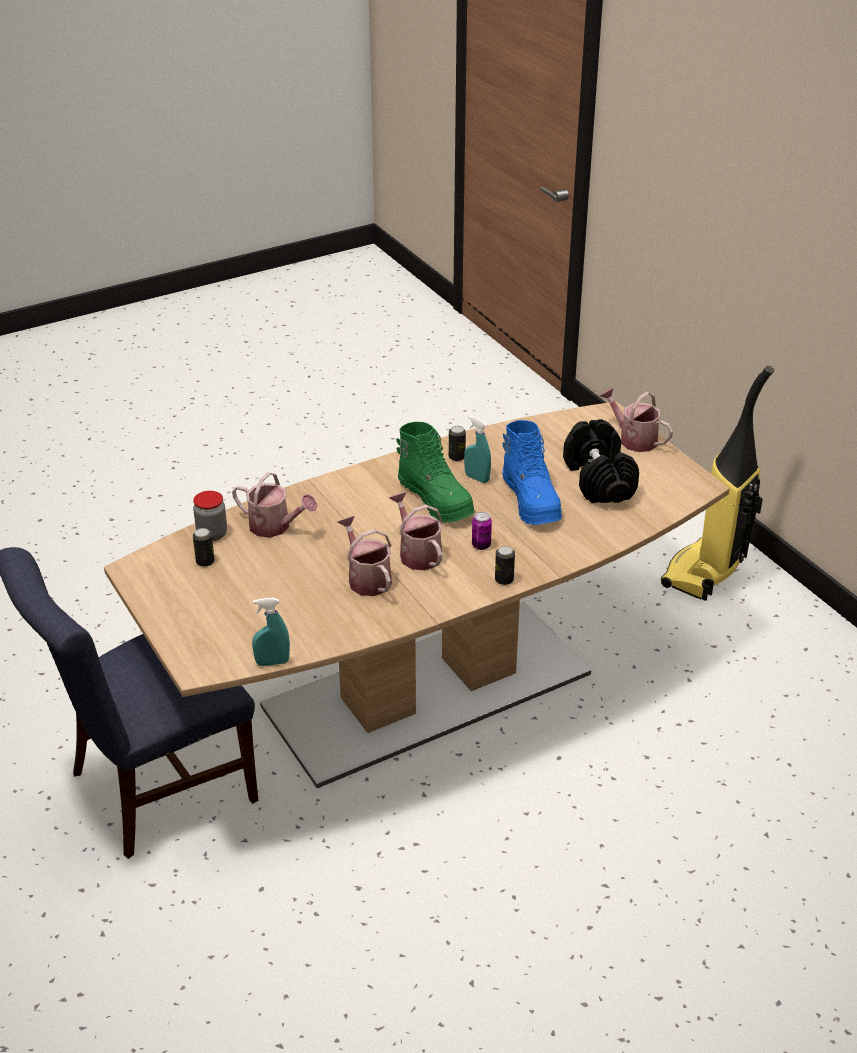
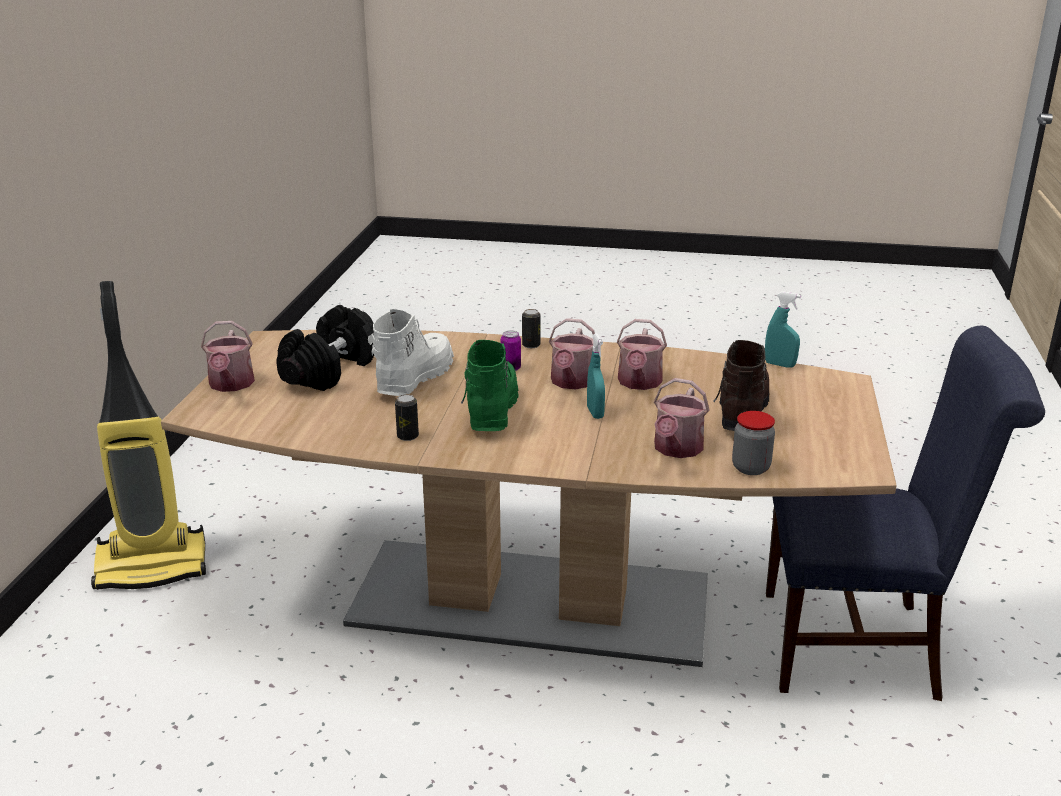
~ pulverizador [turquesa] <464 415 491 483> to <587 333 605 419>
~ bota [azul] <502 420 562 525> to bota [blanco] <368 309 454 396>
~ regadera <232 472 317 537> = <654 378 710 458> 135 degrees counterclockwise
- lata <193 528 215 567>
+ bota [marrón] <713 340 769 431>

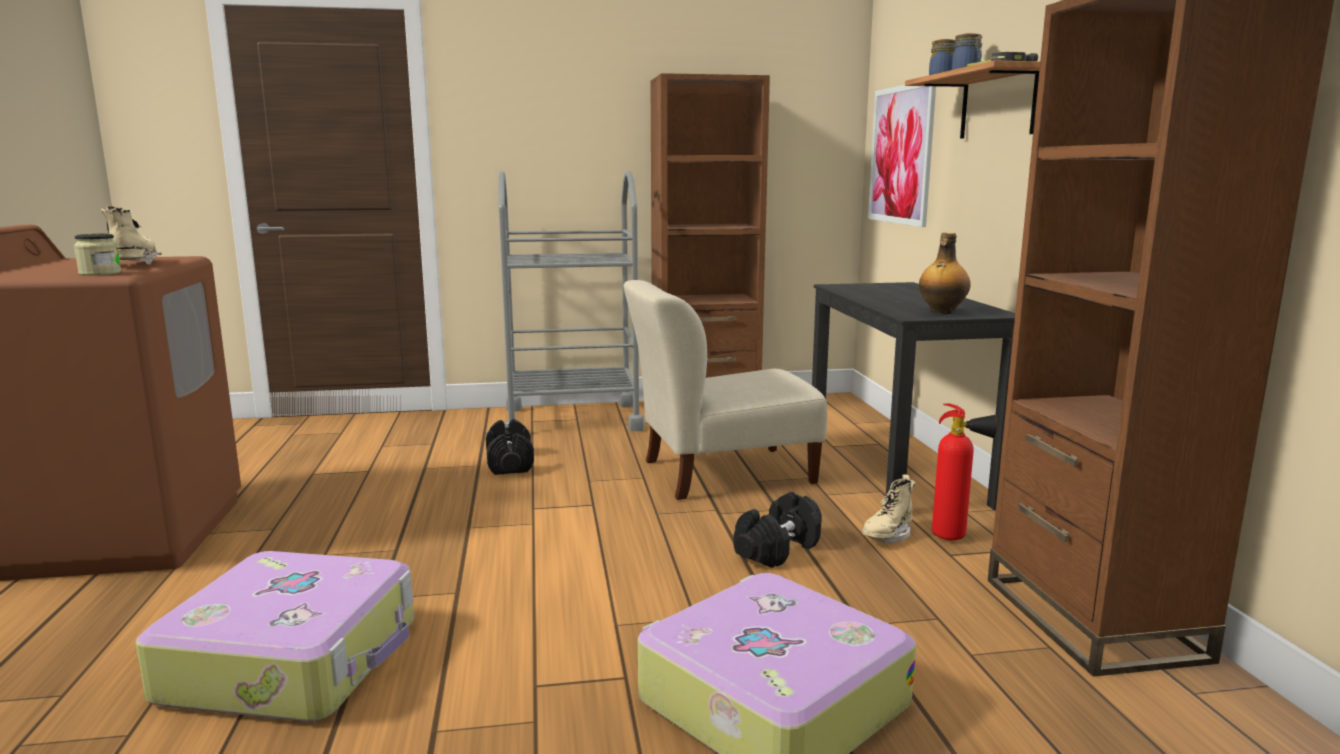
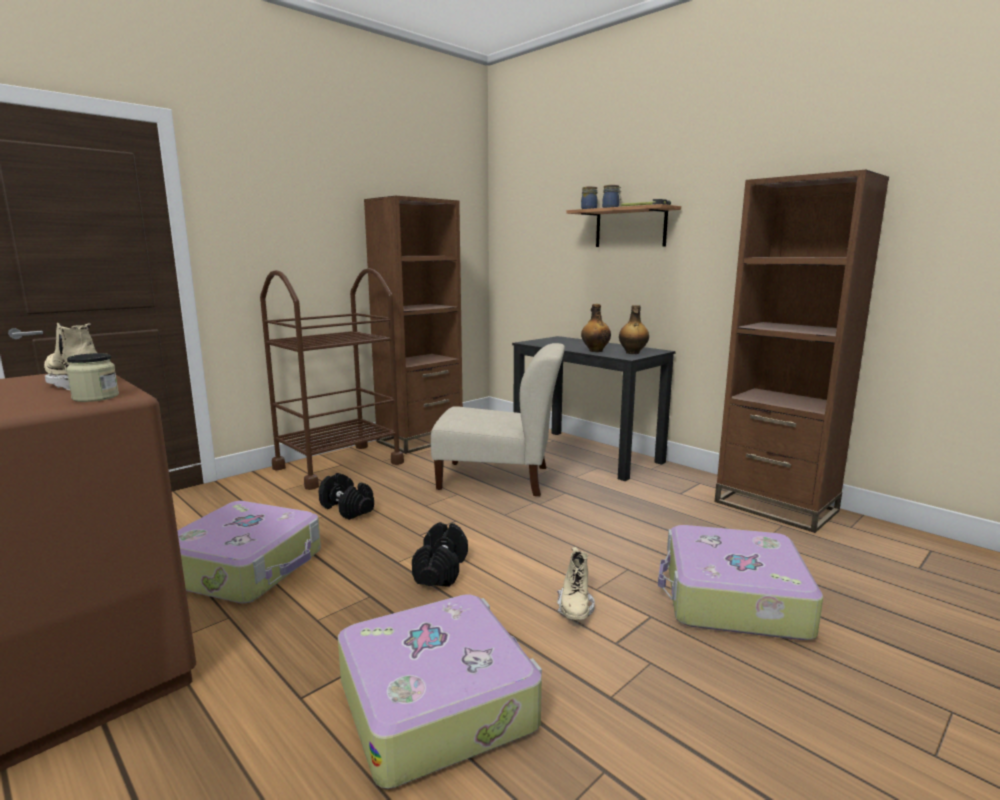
- cuadro <868 85 936 227>
~ carrito [gris] <498 171 645 431> to carrito [marrón] <260 268 404 490>
~ silla [beis] <624 280 827 500> = <431 343 565 496> 120 degrees counterclockwise
- extintor <932 403 997 540>
~ bota [beis] <862 475 916 543> to <557 547 595 620>
~ mancuerna [negro] <733 492 822 568> to <412 522 468 587>
+ botella <581 304 611 352>
+ maleta <177 501 321 604>

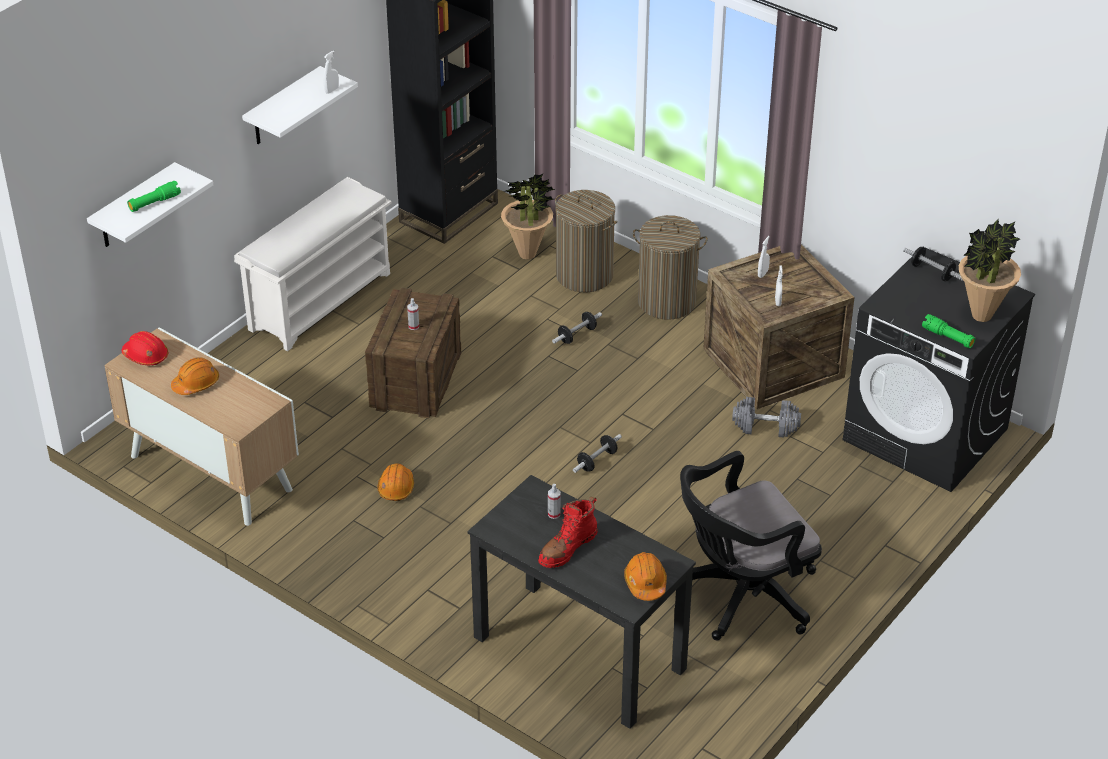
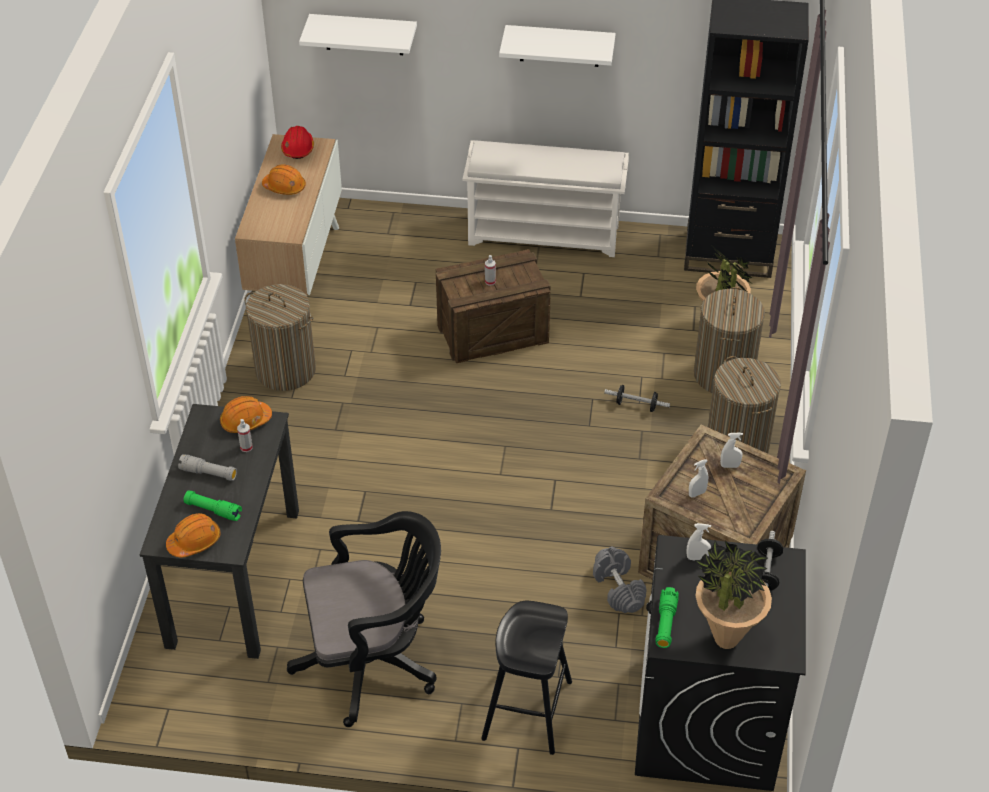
~ pulverizador [blanco] <323 50 339 94> to <686 523 711 560>
~ linterna [verde] <127 181 181 212> to <183 490 242 521>
- mancuerna <573 434 622 473>
~ silla de oficina [negro] <680 451 822 640> = <287 511 441 727> 135 degrees clockwise
~ casco [naranja] <377 463 414 501> to <220 396 272 433>
~ bota [rojo] <538 497 597 568> to linterna [gris] <178 454 237 481>
+ cesto de la ropa <244 284 316 391>
+ taburete [negro] <481 601 572 755>

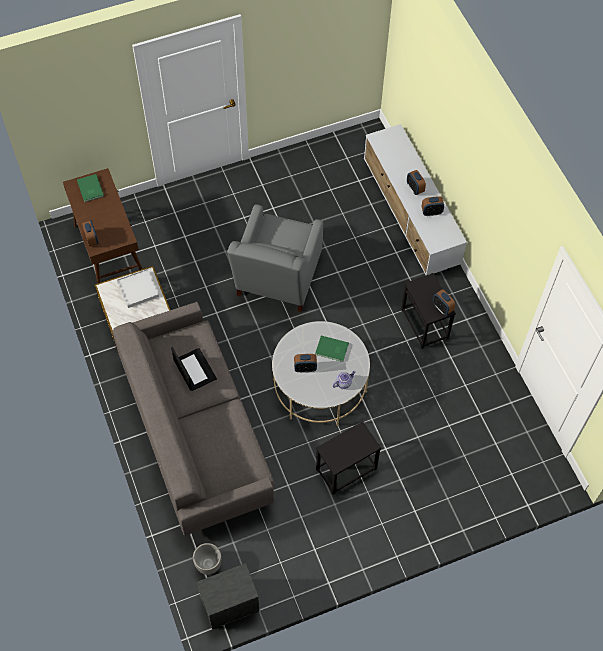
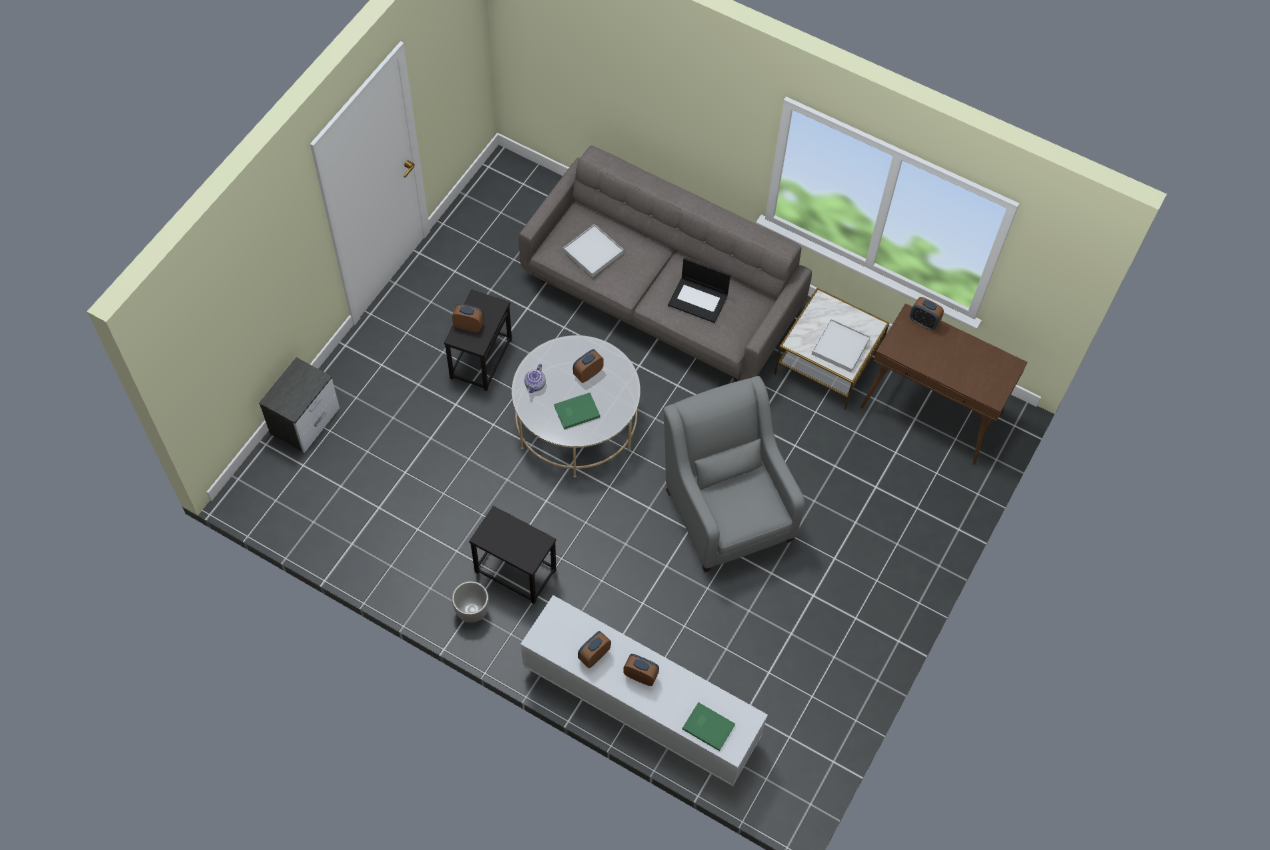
~ libro [verde] <77 174 104 202> to <682 702 735 751>
~ despertador <433 289 455 316> to <452 304 484 332>
~ maceta <193 543 221 575> to <452 581 489 623>
~ mesita de noche <197 563 260 630> to <259 357 340 453>
+ bandeja [blanco] <563 224 624 277>

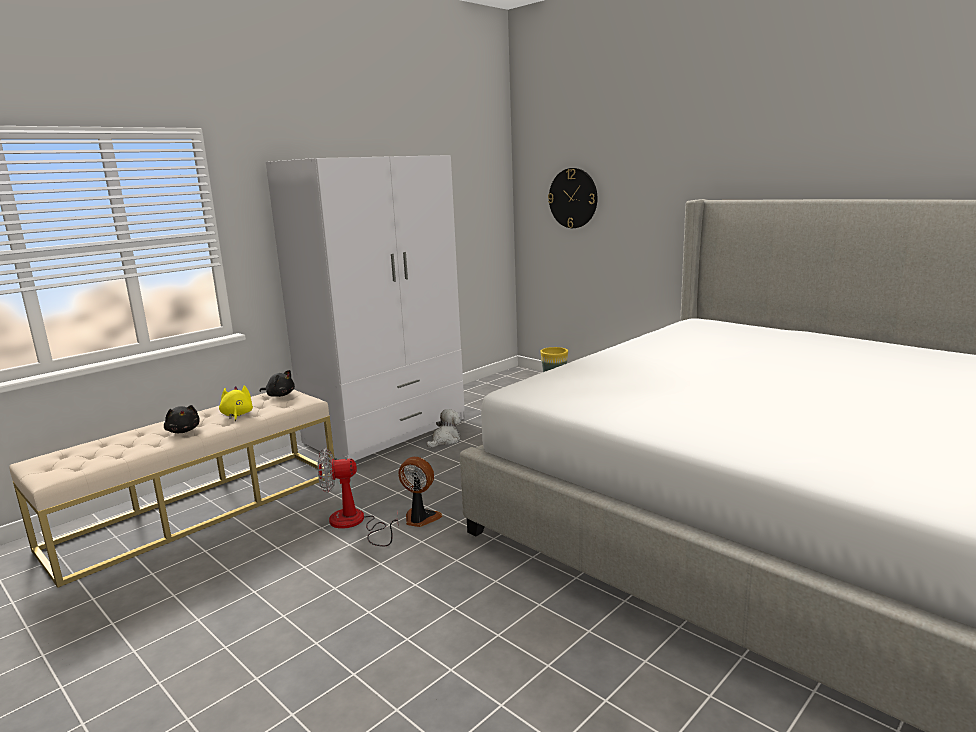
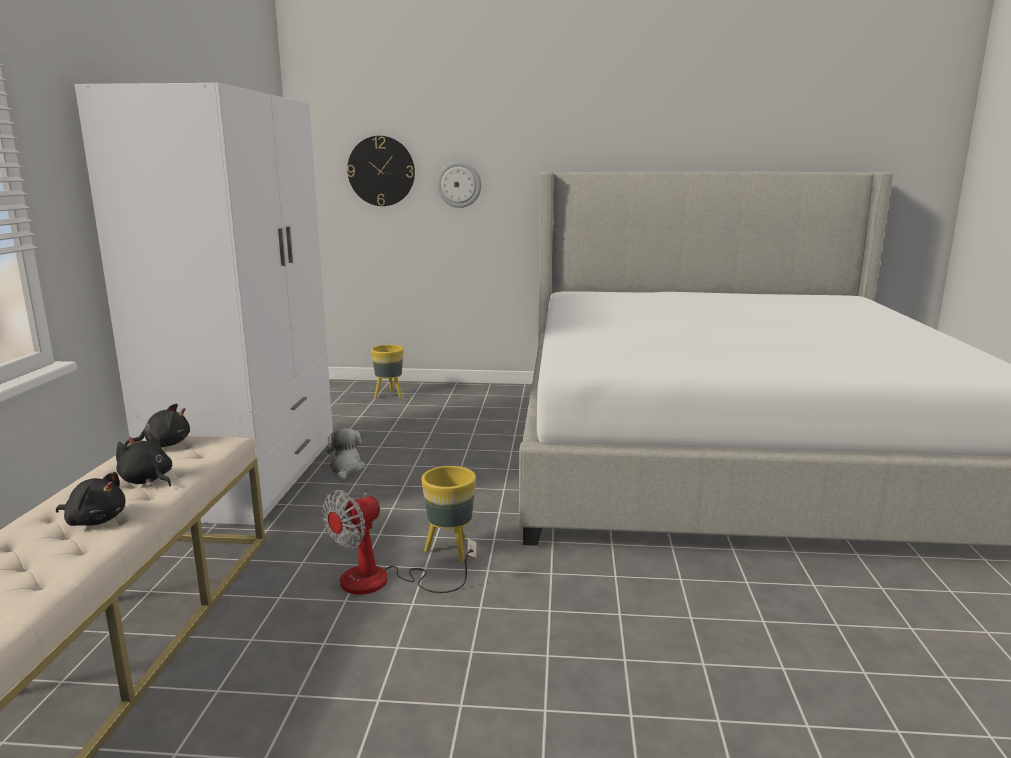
~ peluche [amarillo] <219 385 253 421> to peluche [negro] <116 433 172 486>
~ ventilador <398 457 442 527> to maceta [amarillo] <421 466 476 562>
+ reloj de pared <437 161 481 208>

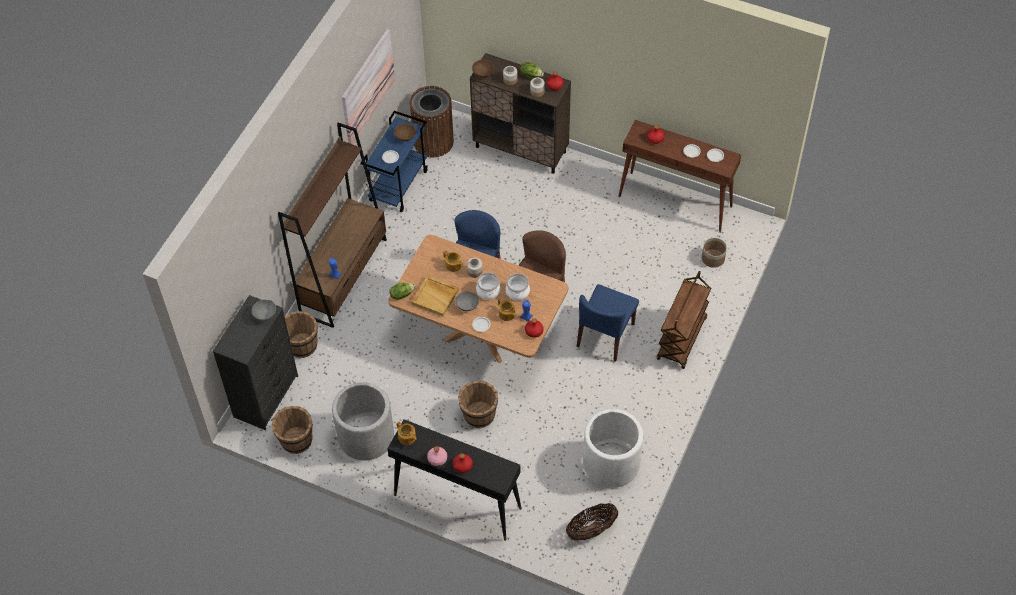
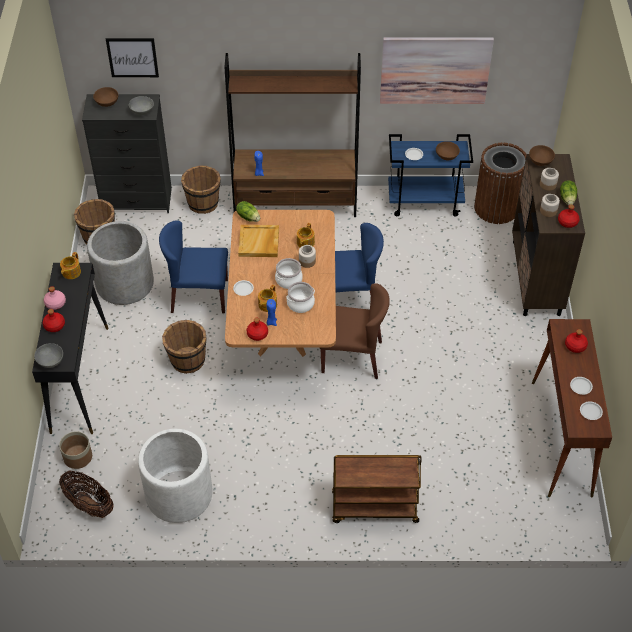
~ maceta <702 238 727 268> to <59 431 92 469>
~ silla [azul] <577 284 639 362> to <159 220 228 313>
~ cuenco [gris] <455 291 479 311> to <34 343 63 368>
+ cuadro <106 38 159 77>
+ cuenco [marrón] <93 87 118 107>

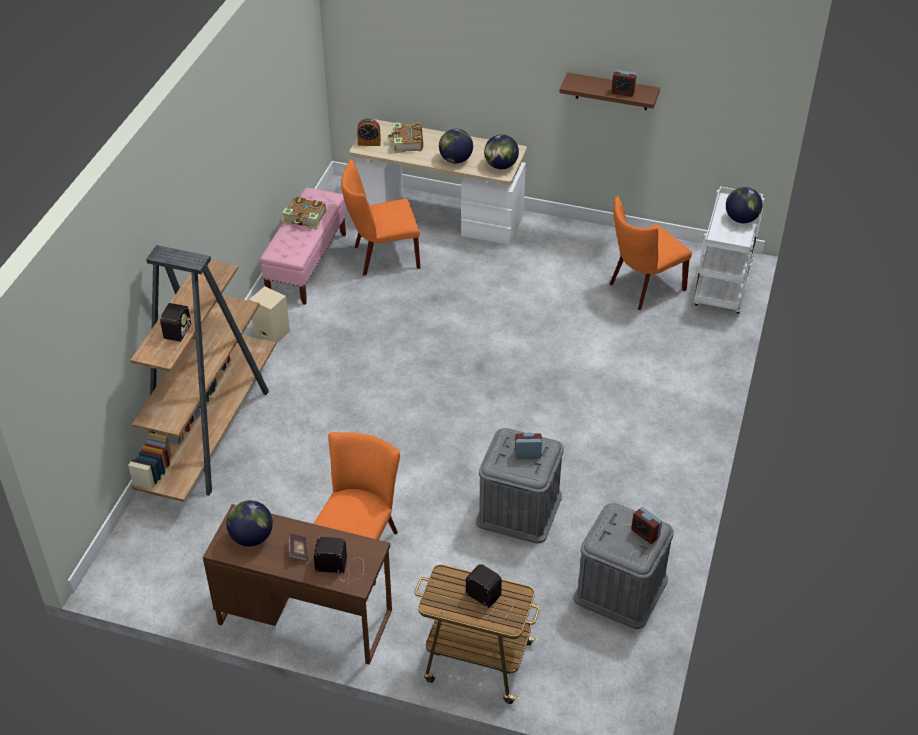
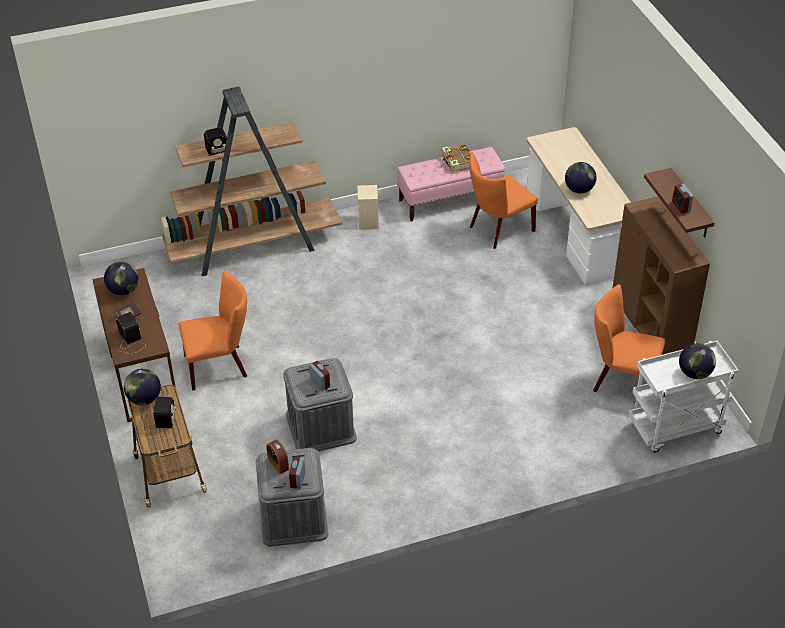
~ despertador <357 118 381 146> to <266 440 289 474>
- libro <387 123 423 153>
~ globo terráqueo <484 134 519 169> to <124 369 161 405>
~ silla [naranja] <341 160 420 276> = <469 152 538 249> 75 degrees counterclockwise
+ armario [marrón] <613 196 710 355>

